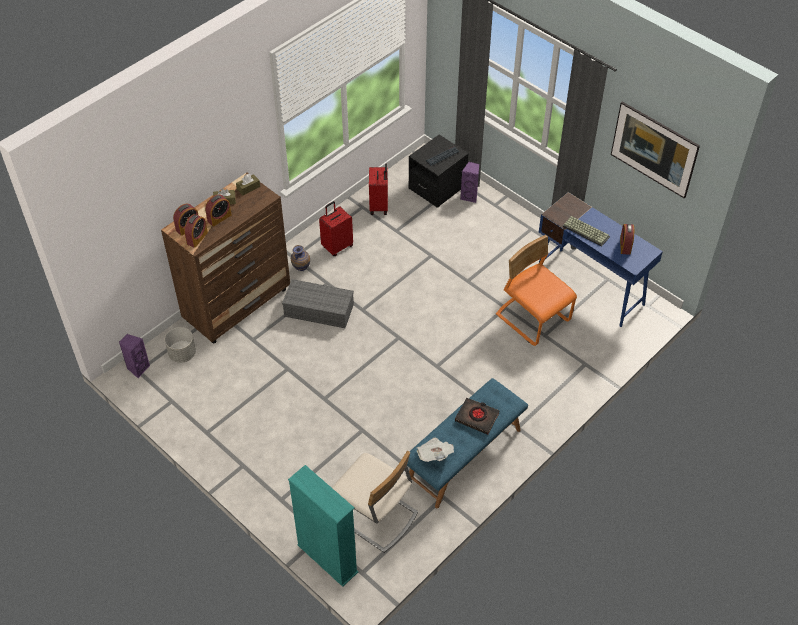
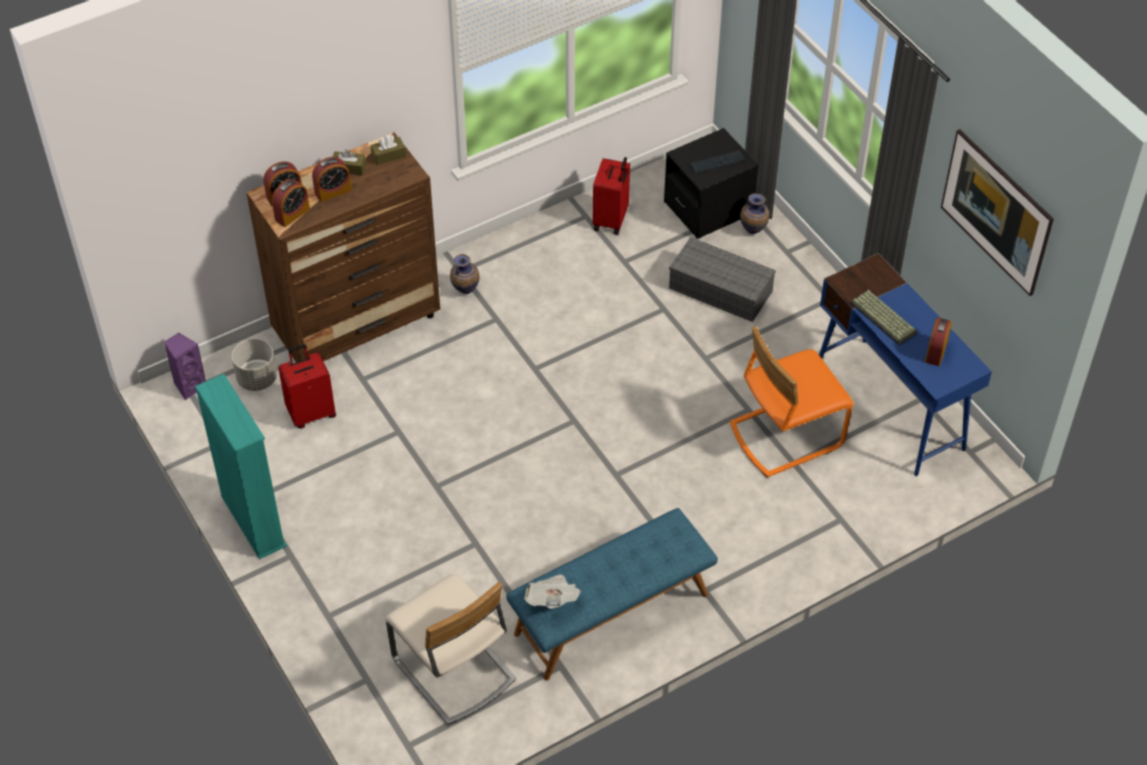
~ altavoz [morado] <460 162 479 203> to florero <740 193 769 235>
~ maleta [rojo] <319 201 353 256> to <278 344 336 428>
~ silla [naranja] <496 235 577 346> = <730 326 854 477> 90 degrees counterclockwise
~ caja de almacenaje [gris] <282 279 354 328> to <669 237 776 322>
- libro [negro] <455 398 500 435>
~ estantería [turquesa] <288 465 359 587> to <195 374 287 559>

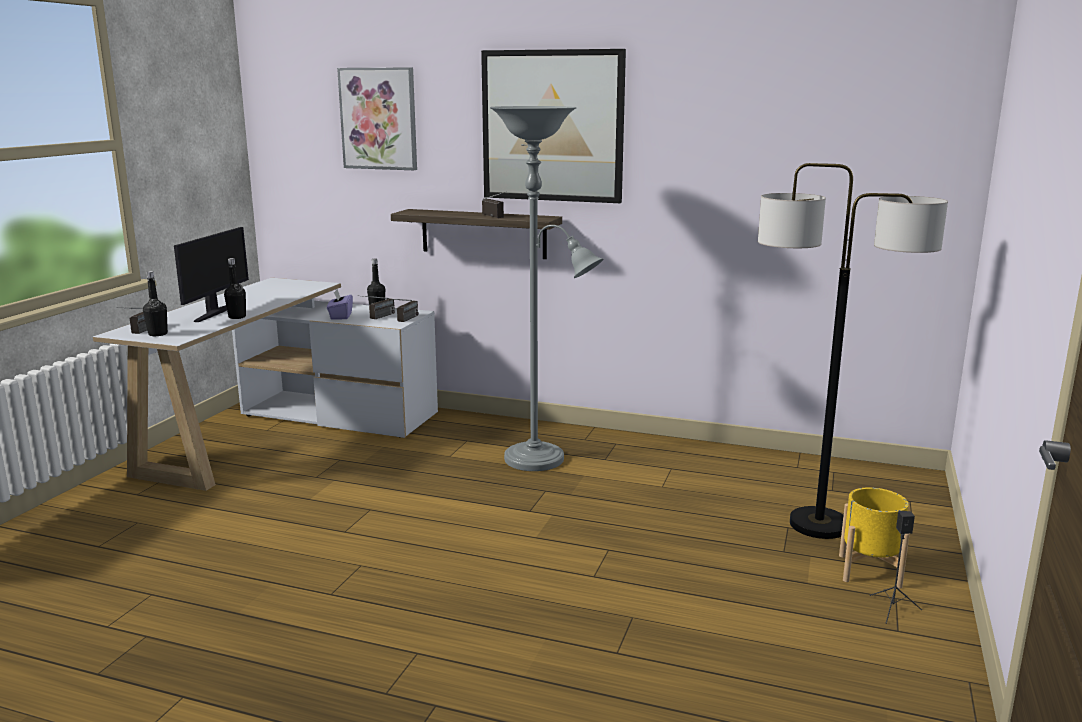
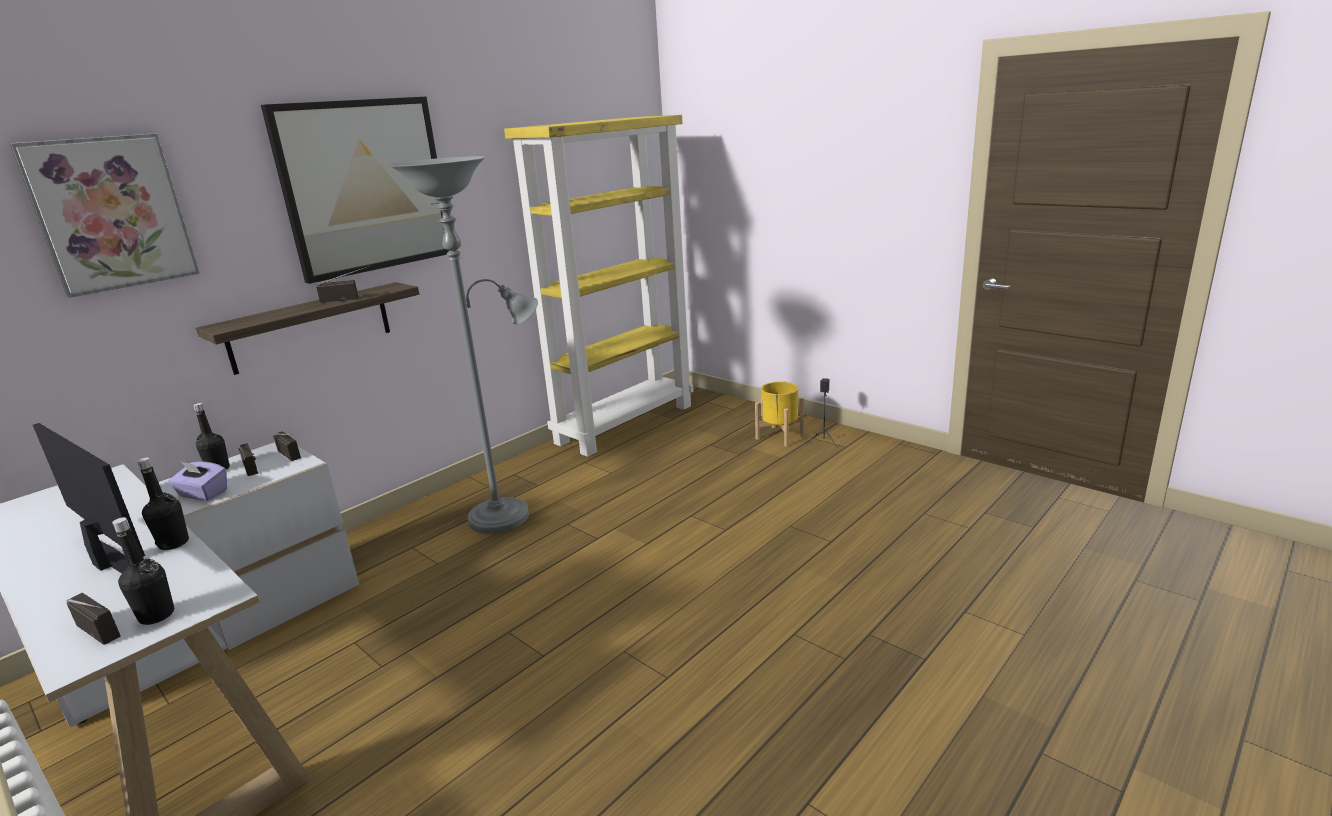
- lámpara de pie <758 163 948 539>
+ estantería [amarillo] <504 115 693 457>

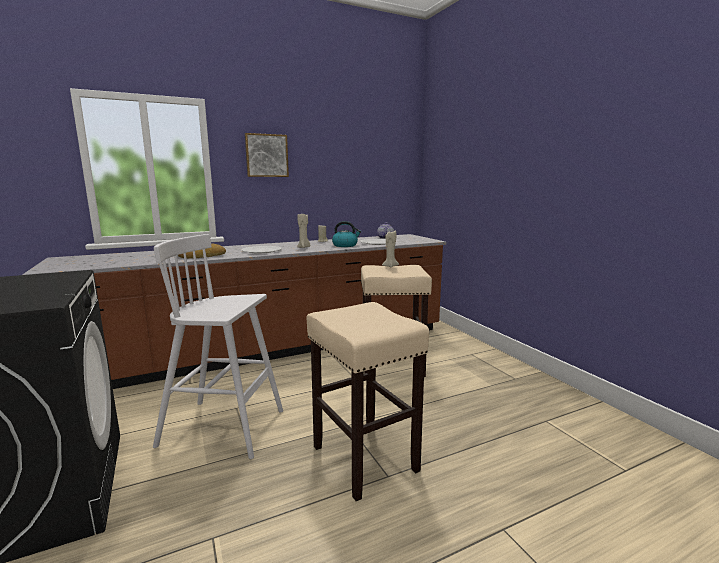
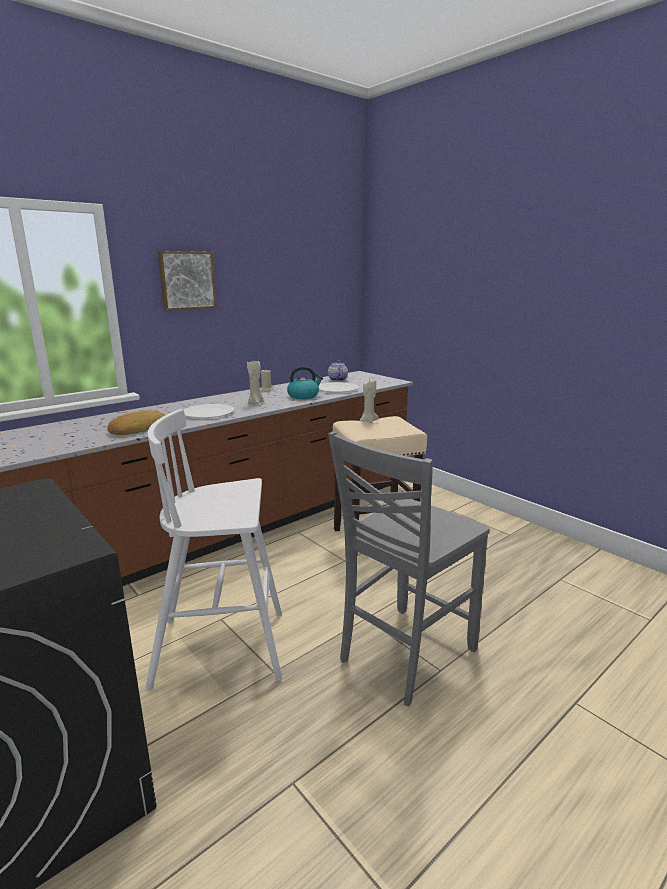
~ taburete [beis] <306 302 429 501> to silla [gris] <328 431 490 706>

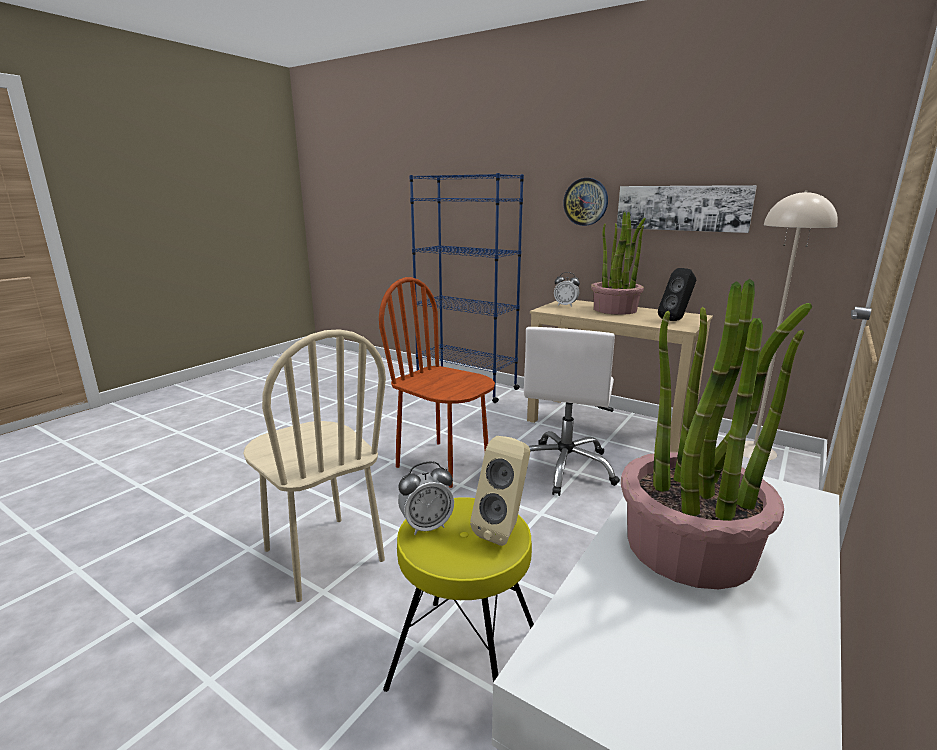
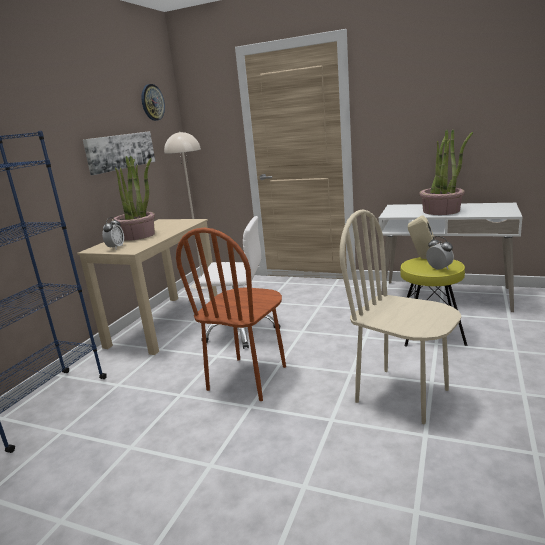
~ reloj de pared <563 178 608 226> to <141 84 165 121>
- altavoz [negro] <658 268 696 321>
~ silla [beis] <243 329 386 602> = <339 209 461 424> 90 degrees counterclockwise

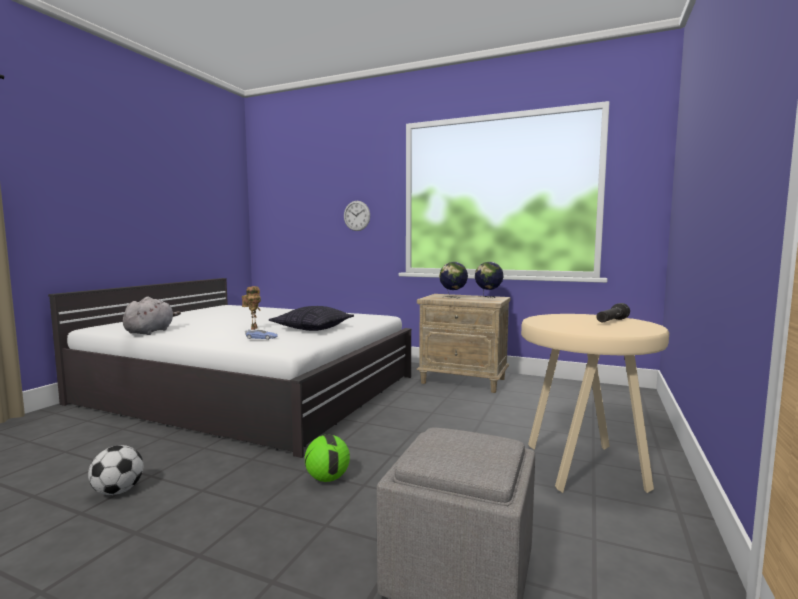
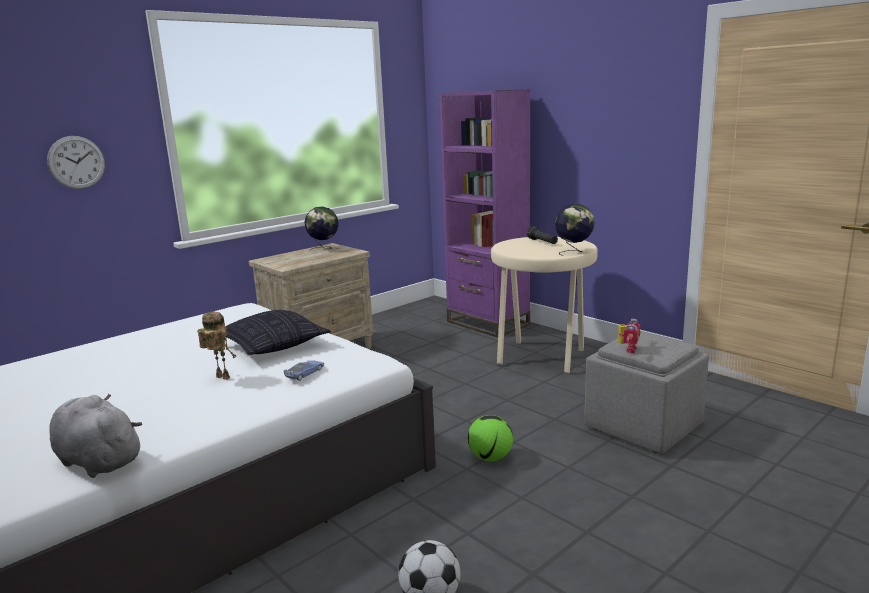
~ globo terráqueo <439 262 468 299> to <555 203 595 256>
+ estantería [morado] <439 89 531 338>
+ robot de juguete <618 319 641 353>

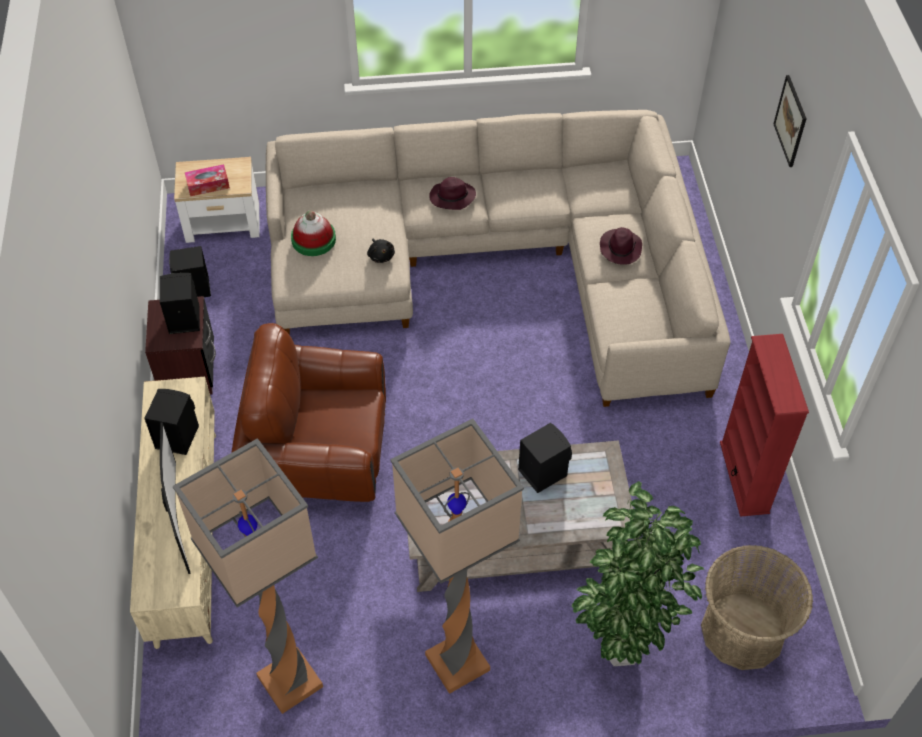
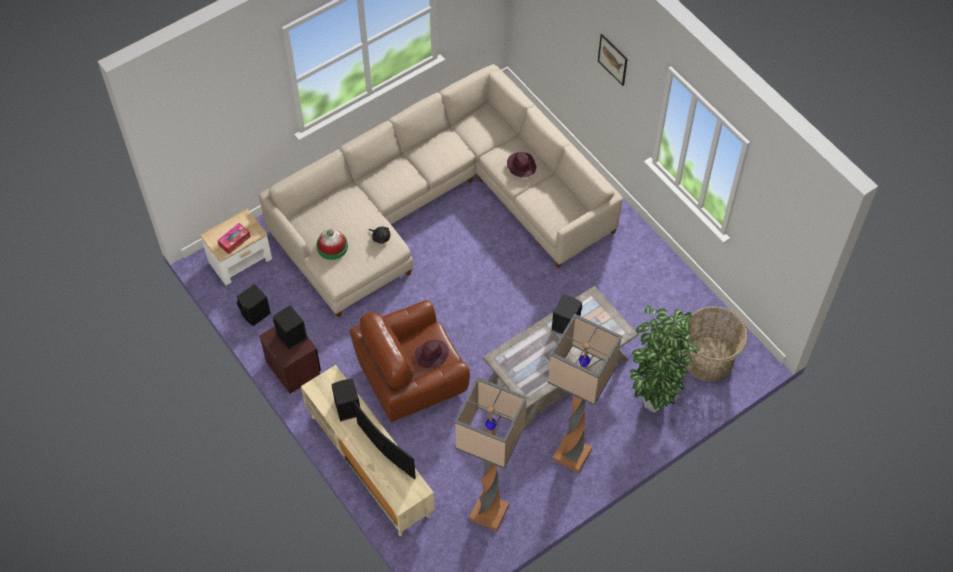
~ sombrero [morado] <429 177 476 210> to <415 340 449 368>
- estantería [rojo] <720 334 809 517>

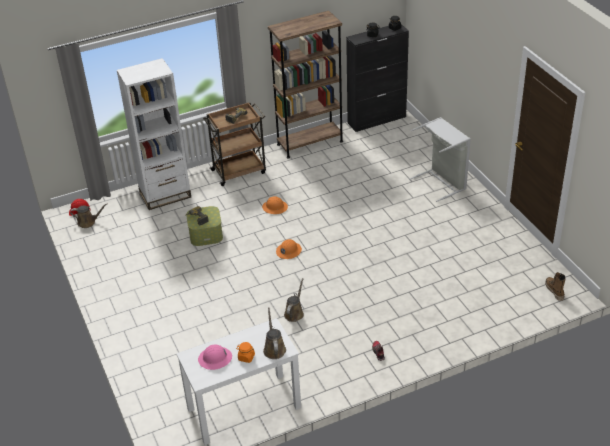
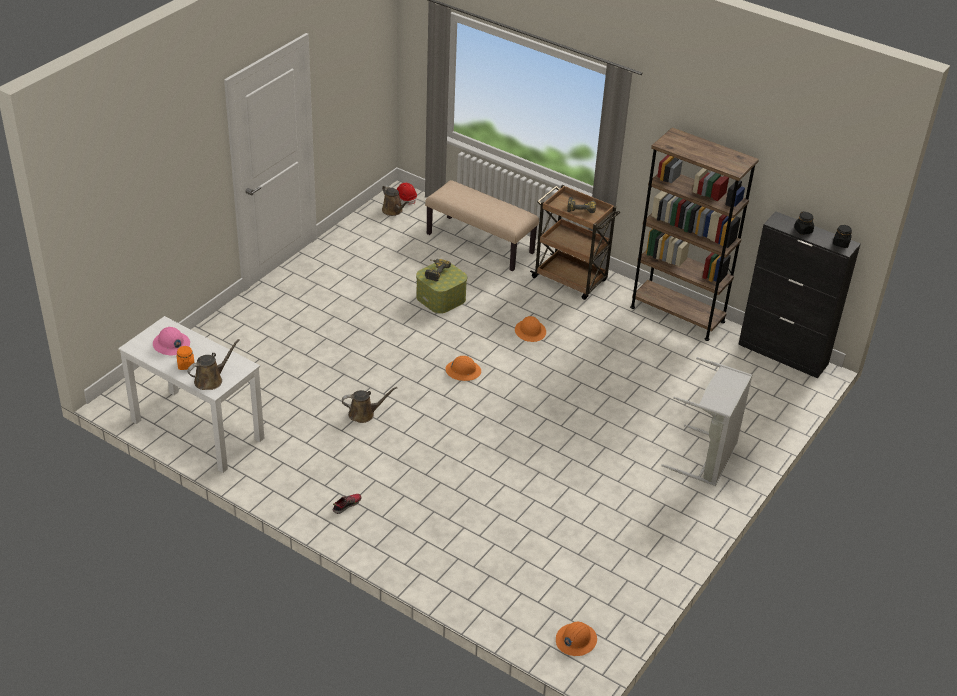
~ estantería [blanco] <117 58 191 210> to banco [beis] <425 180 539 271>
~ bota <545 272 566 301> to casco [naranja] <556 622 597 656>

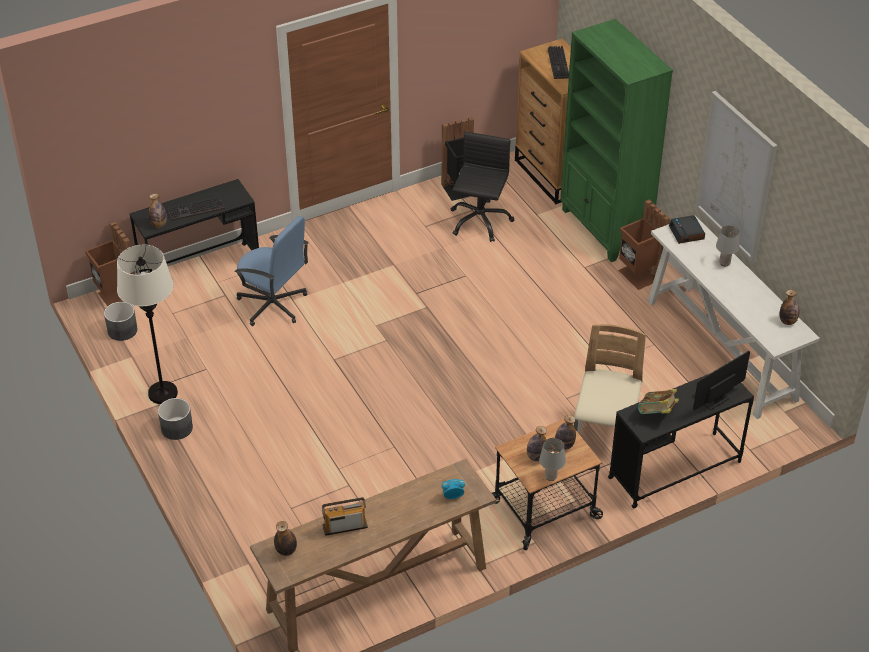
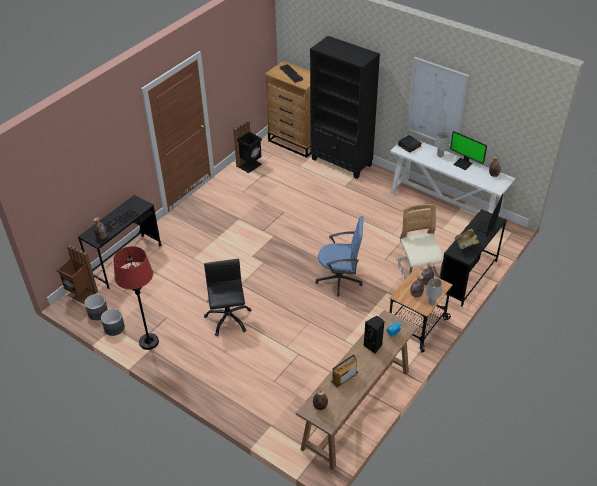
~ estantería [verde] <560 19 673 262> to estantería [negro] <310 36 380 179>
~ silla de oficina [negro] <451 132 514 242> to <204 259 251 336>
- papelera [marrón] <618 199 670 290>
~ silla de oficina [azul] <235 216 309 326> to <316 216 363 297>
~ lámpara de pie [blanco] <117 245 178 404> to lámpara de pie [rojo] <114 246 159 350>
~ maceta [gris] <158 398 193 440> to <101 309 125 336>
+ monitor <450 131 487 170>
+ altavoz [negro] <364 316 384 354>

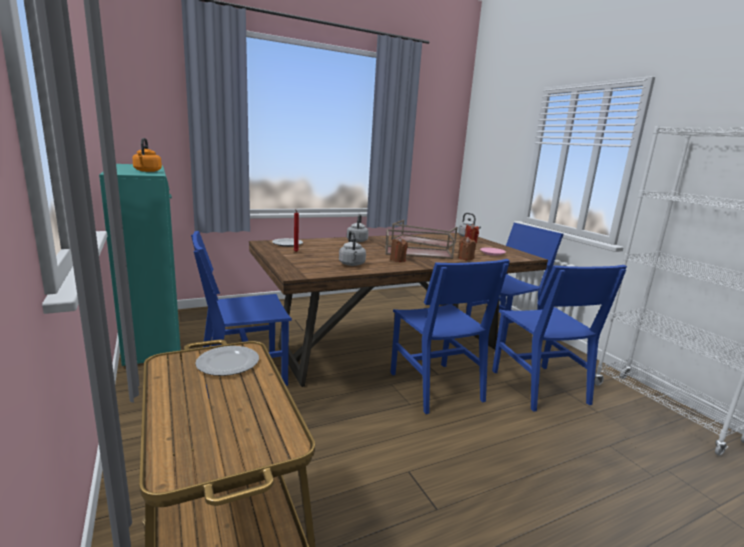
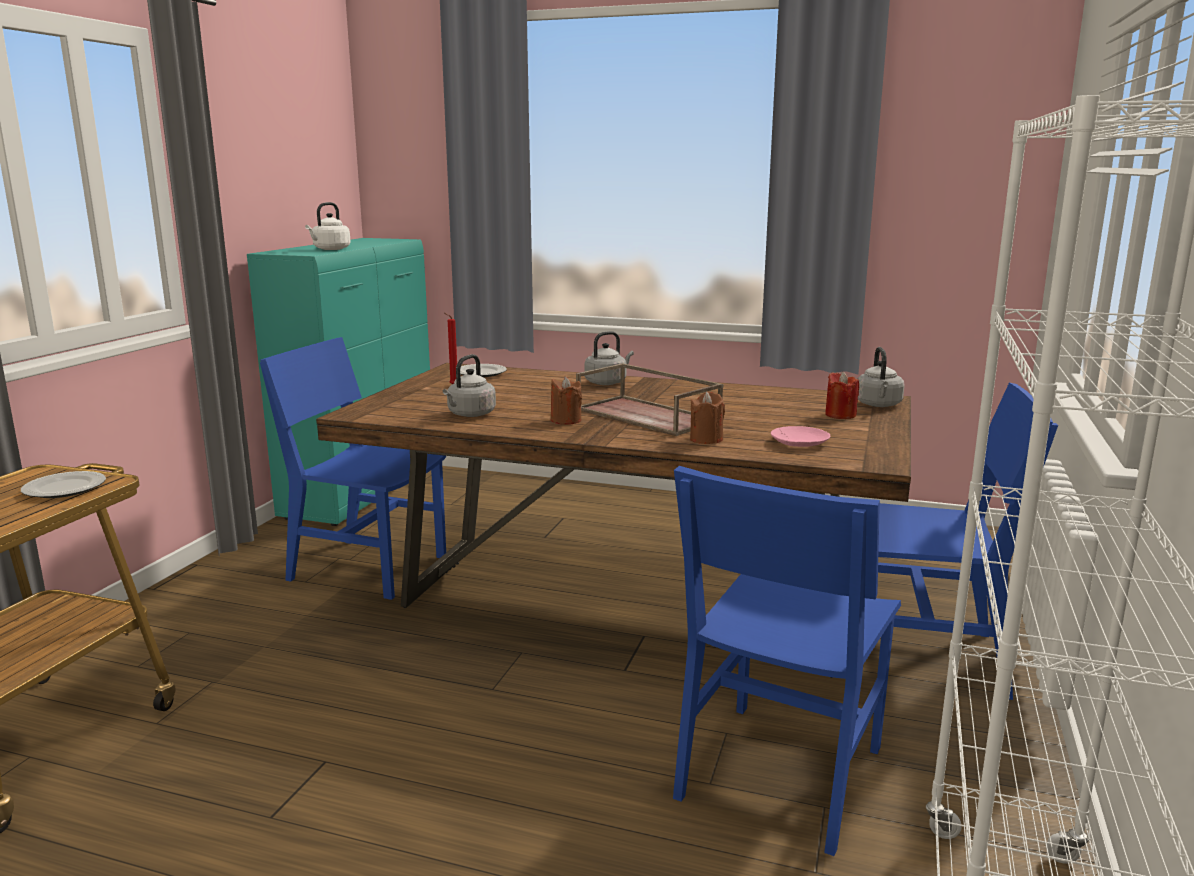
~ hervidor [naranja] <132 138 162 172> to hervidor [blanco] <305 202 351 250>
- bandeja [marrón] <391 220 457 249>
- silla [azul] <390 259 510 414>

